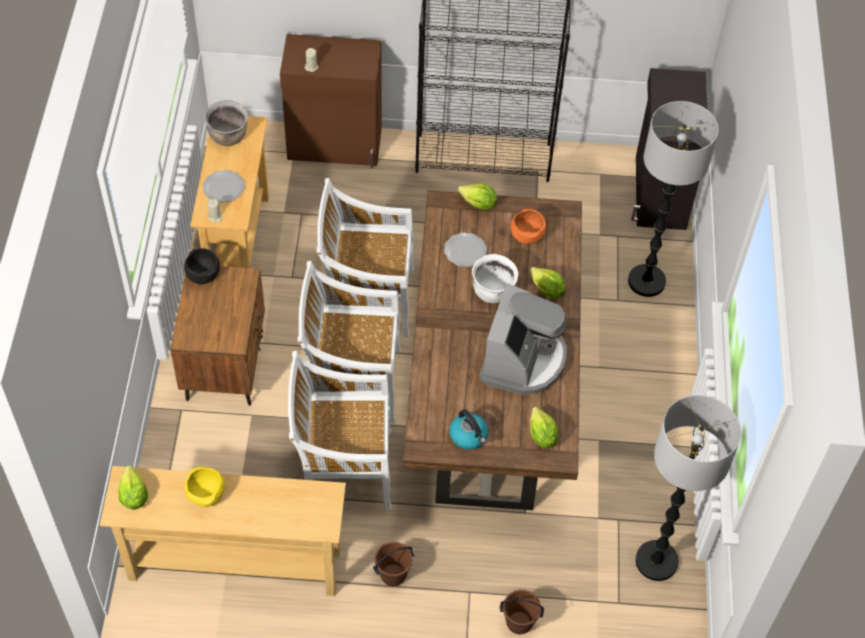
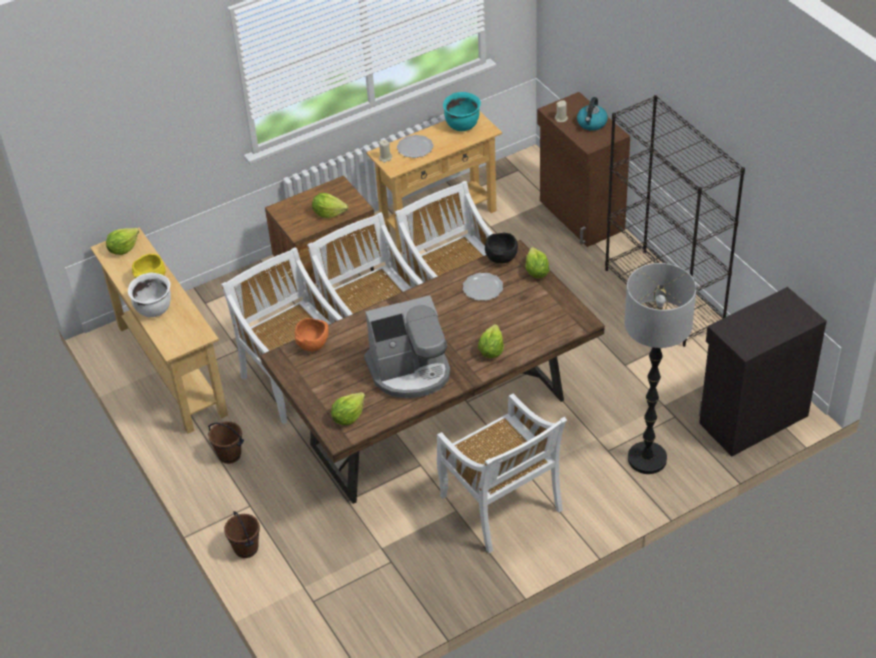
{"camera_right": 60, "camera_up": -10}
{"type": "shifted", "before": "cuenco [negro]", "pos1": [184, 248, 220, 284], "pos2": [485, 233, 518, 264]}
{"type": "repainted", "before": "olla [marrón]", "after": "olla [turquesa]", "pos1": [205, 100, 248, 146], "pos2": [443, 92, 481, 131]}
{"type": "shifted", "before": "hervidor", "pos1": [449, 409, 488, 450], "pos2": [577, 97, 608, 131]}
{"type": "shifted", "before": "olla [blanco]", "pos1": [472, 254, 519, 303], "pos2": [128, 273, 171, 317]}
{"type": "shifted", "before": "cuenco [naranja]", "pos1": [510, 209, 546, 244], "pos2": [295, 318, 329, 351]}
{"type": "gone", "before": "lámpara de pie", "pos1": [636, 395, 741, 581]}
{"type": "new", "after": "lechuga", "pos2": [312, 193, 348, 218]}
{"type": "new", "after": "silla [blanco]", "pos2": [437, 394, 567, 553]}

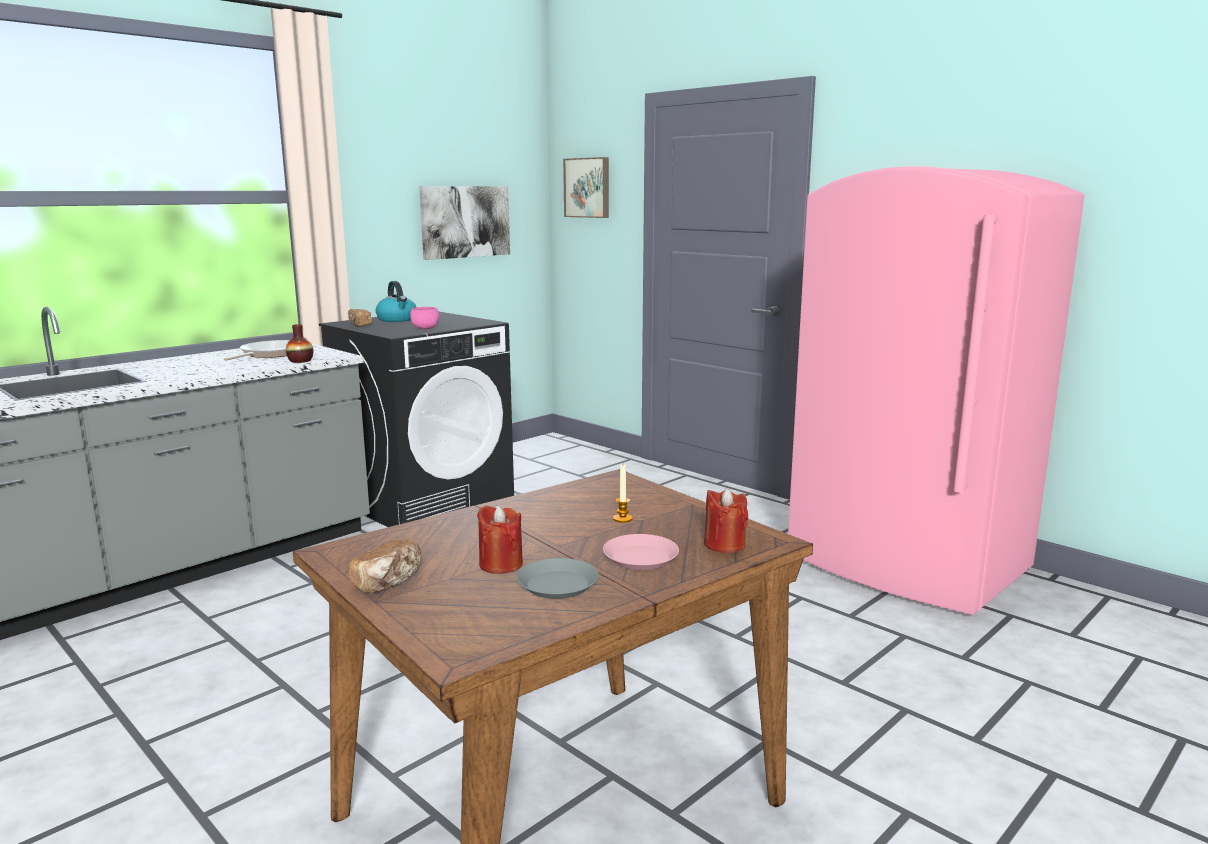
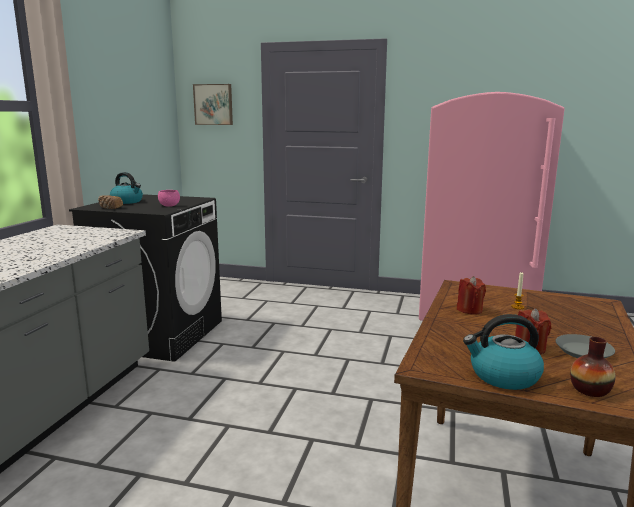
{"camera_right": -30, "camera_up": 0}
{"type": "gone", "before": "sartén", "pos1": [223, 340, 289, 361]}
{"type": "shifted", "before": "florero", "pos1": [286, 324, 313, 363], "pos2": [570, 337, 615, 397]}
{"type": "swapped", "before": "pan", "after": "hervidor", "pos1": [349, 539, 422, 593], "pos2": [463, 314, 544, 390]}
{"type": "gone", "before": "cuadro", "pos1": [419, 186, 510, 260]}
{"type": "gone", "before": "plato [rosa]", "pos1": [603, 534, 679, 570]}
{"type": "shifted", "before": "vela [rojo]", "pos1": [704, 488, 748, 553], "pos2": [457, 276, 486, 315]}

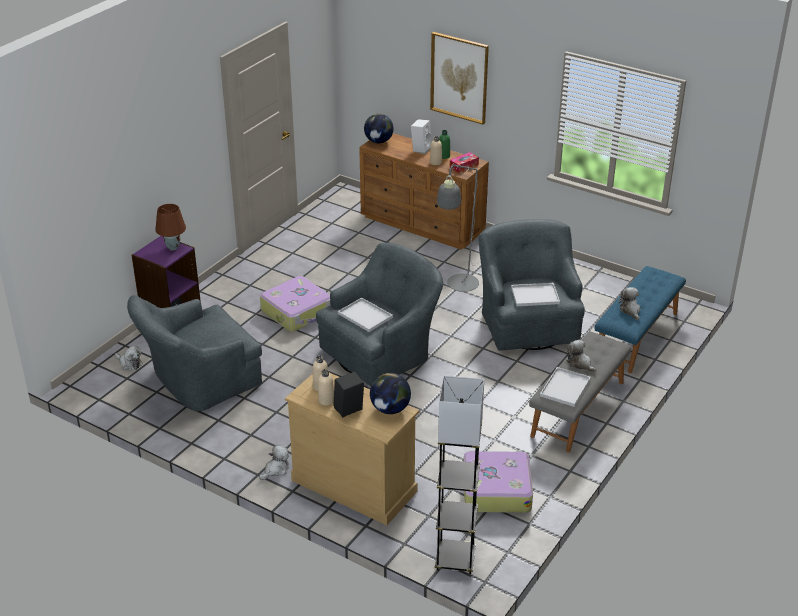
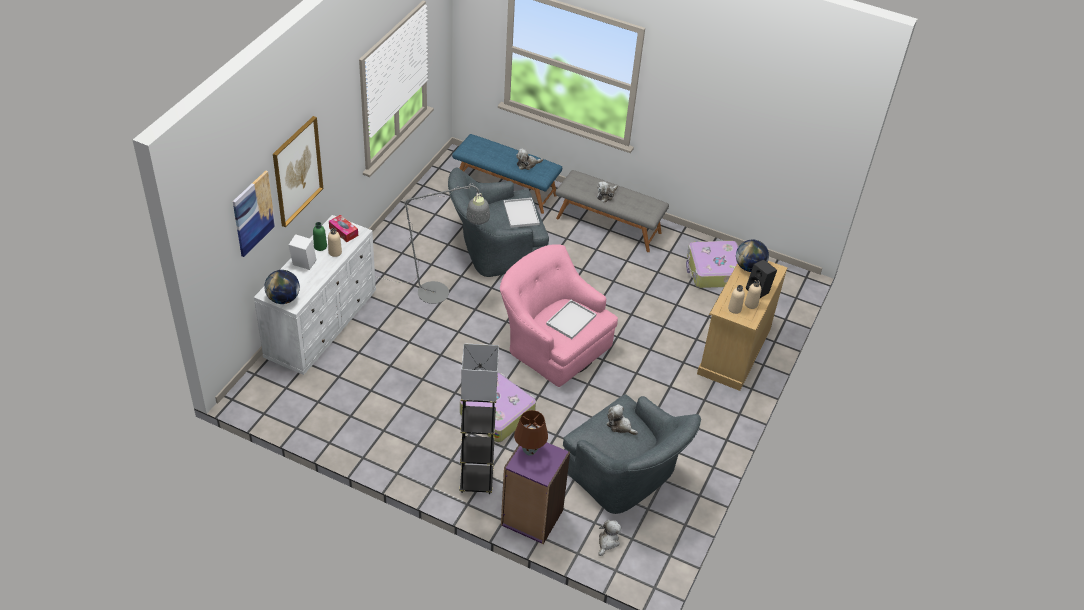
{"camera_right": -100, "camera_up": 10}
{"type": "shifted", "before": "peluche", "pos1": [259, 445, 289, 480], "pos2": [606, 404, 638, 435]}
{"type": "repainted", "before": "sillón [gris]", "after": "sillón [rosa]", "pos1": [316, 243, 444, 386], "pos2": [500, 244, 618, 387]}
{"type": "repainted", "before": "cómoda [marrón]", "after": "cómoda [blanco]", "pos1": [359, 133, 489, 250], "pos2": [254, 215, 376, 375]}
{"type": "shifted", "before": "lámpara de pie [gris]", "pos1": [435, 376, 484, 574], "pos2": [460, 343, 499, 494]}
{"type": "gone", "before": "bandeja [blanco]", "pos1": [540, 367, 591, 407]}
{"type": "new", "after": "cuadro", "pos2": [233, 171, 275, 257]}

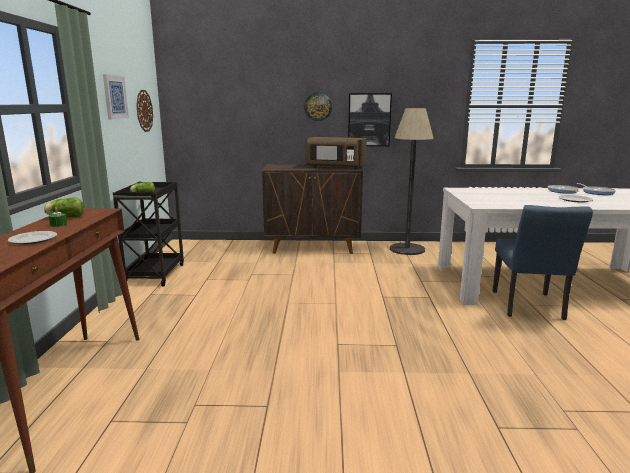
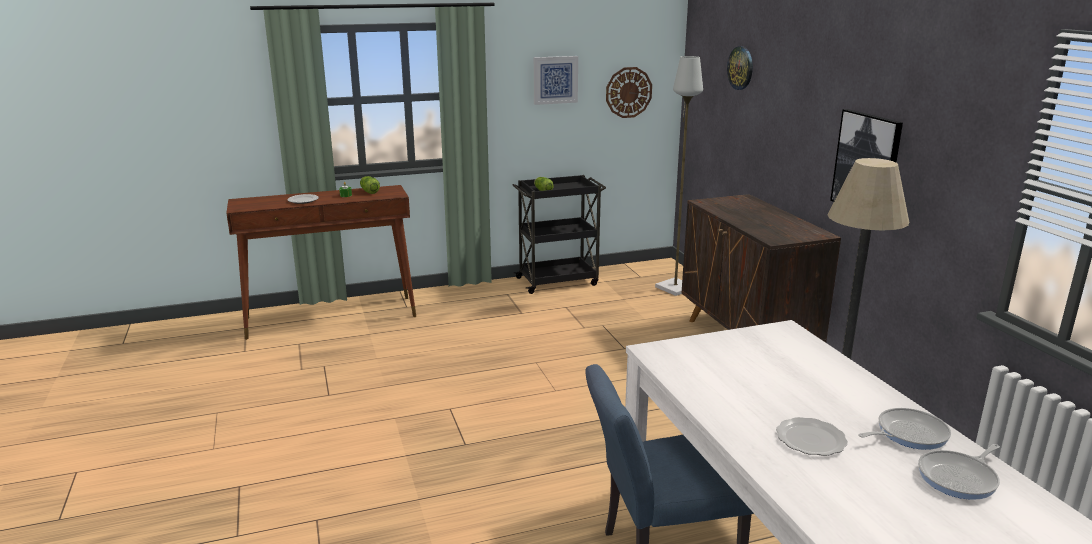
{"camera_right": 70, "camera_up": 5}
{"type": "shifted", "before": "reloj de pared", "pos1": [304, 92, 332, 121], "pos2": [727, 46, 753, 90]}
{"type": "gone", "before": "microondas [marrón]", "pos1": [305, 137, 367, 169]}
{"type": "new", "after": "lámpara de pie [gris]", "pos2": [655, 56, 703, 296]}

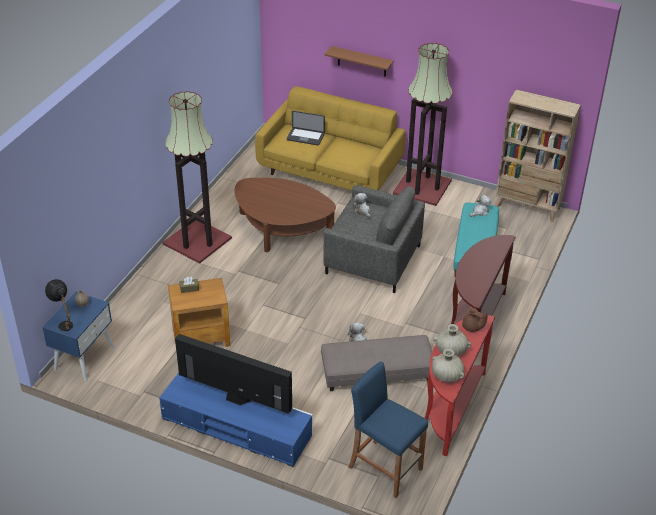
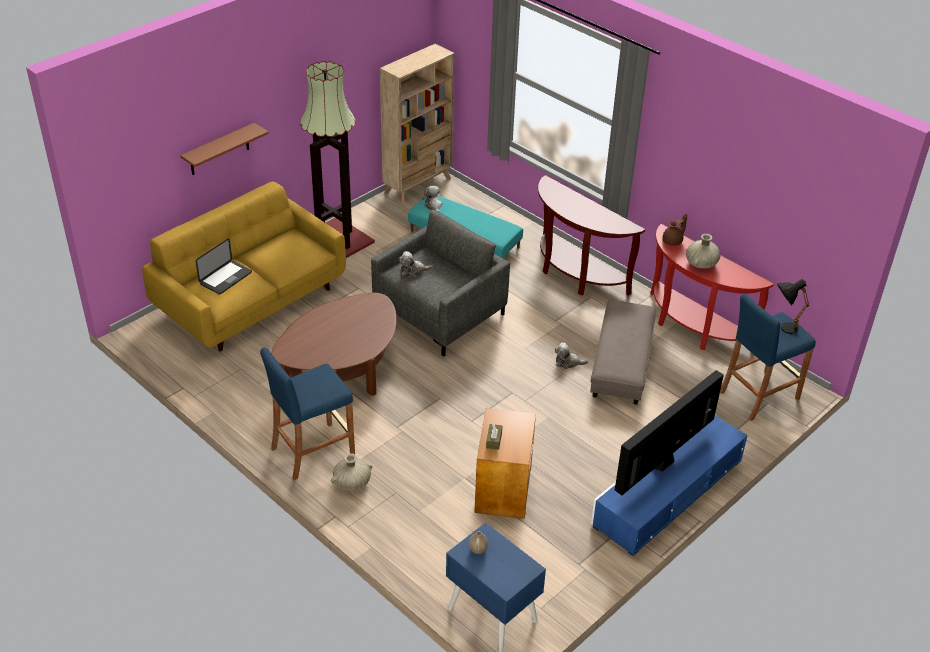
{"camera_right": -70, "camera_up": 0}
{"type": "shifted", "before": "lámpara de mesa [negro]", "pos1": [45, 279, 73, 331], "pos2": [777, 279, 809, 334]}
{"type": "swapped", "before": "lámpara de pie", "after": "taburete [azul]", "pos1": [163, 91, 232, 264], "pos2": [260, 347, 355, 480]}
{"type": "shifted", "before": "florero [beis]", "pos1": [432, 348, 465, 382], "pos2": [331, 453, 372, 491]}

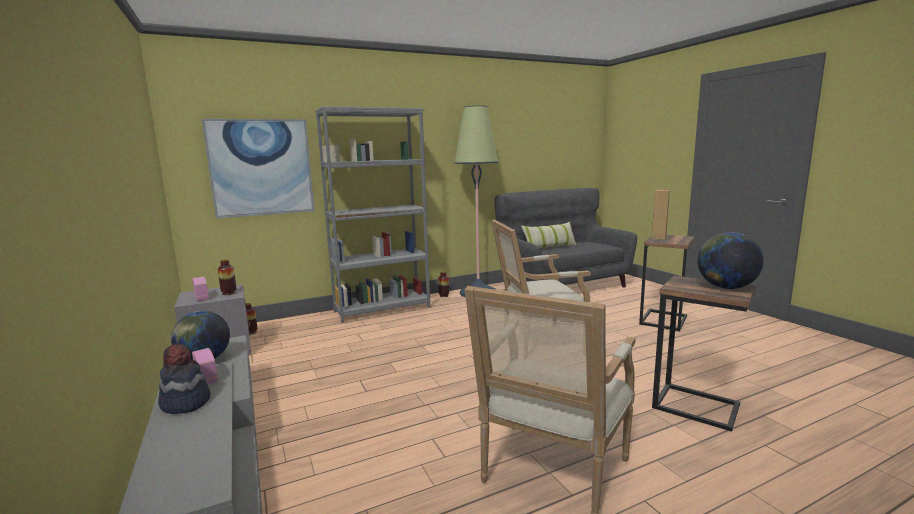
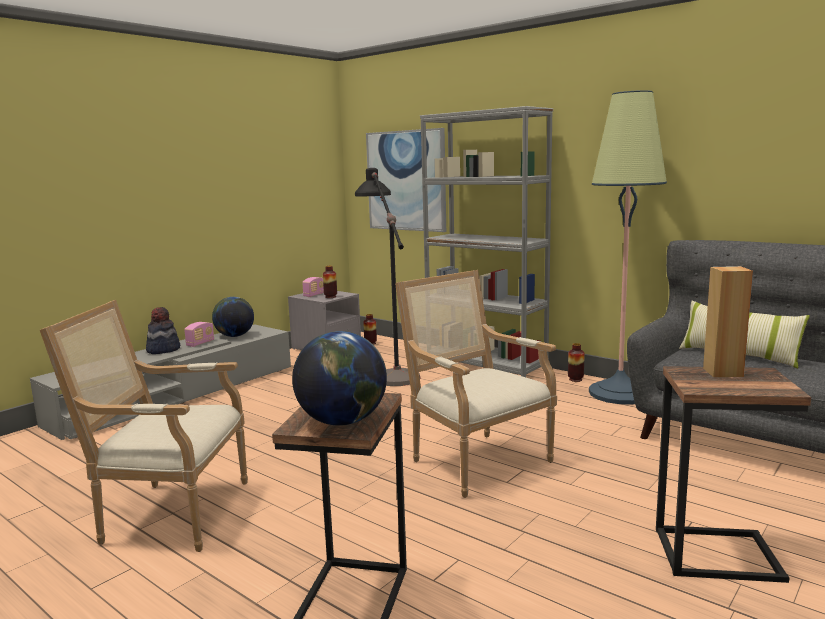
{"camera_right": 65, "camera_up": 0}
{"type": "new", "after": "lámpara de pie [negro]", "pos2": [355, 168, 420, 386]}

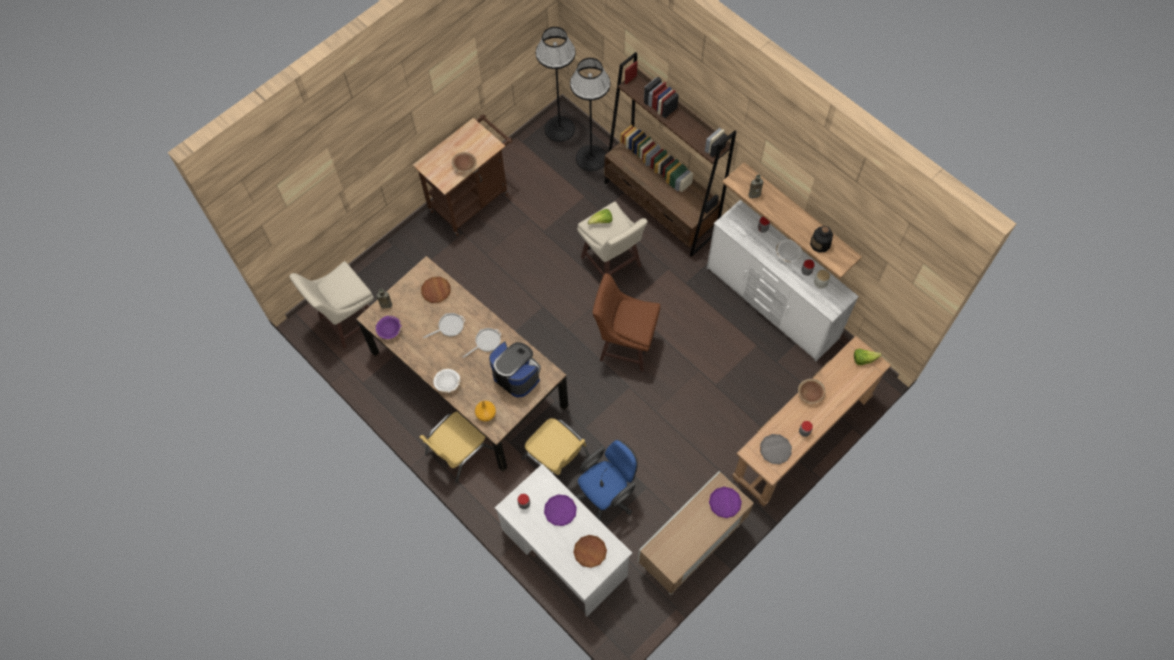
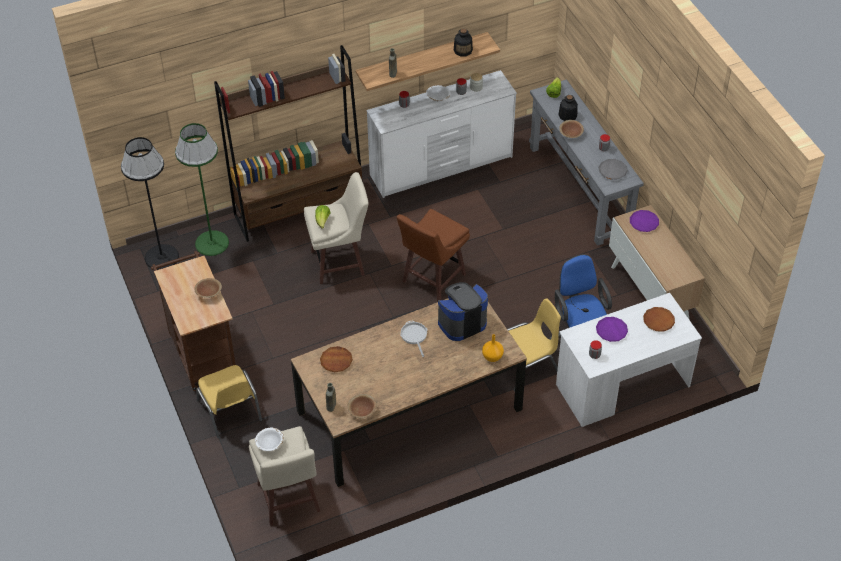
{"camera_right": -70, "camera_up": -15}
{"type": "repainted", "before": "cuenco [morado]", "after": "cuenco [marrón]", "pos1": [376, 316, 402, 339], "pos2": [348, 394, 376, 418]}
{"type": "shifted", "before": "silla [amarillo]", "pos1": [420, 411, 494, 483], "pos2": [196, 365, 262, 438]}
{"type": "gone", "before": "sartén", "pos1": [423, 313, 465, 338]}
{"type": "shifted", "before": "cuenco [blanco]", "pos1": [433, 369, 461, 393], "pos2": [255, 428, 284, 451]}
{"type": "repainted", "before": "lámpara de pie [negro]", "after": "lámpara de pie [verde]", "pos1": [570, 58, 610, 171], "pos2": [175, 123, 229, 256]}
{"type": "repainted", "before": "mesa consola [marrón]", "after": "mesa consola [gris]", "pos1": [732, 336, 891, 506], "pos2": [529, 79, 644, 246]}
{"type": "new", "after": "botella", "pos2": [558, 95, 578, 121]}

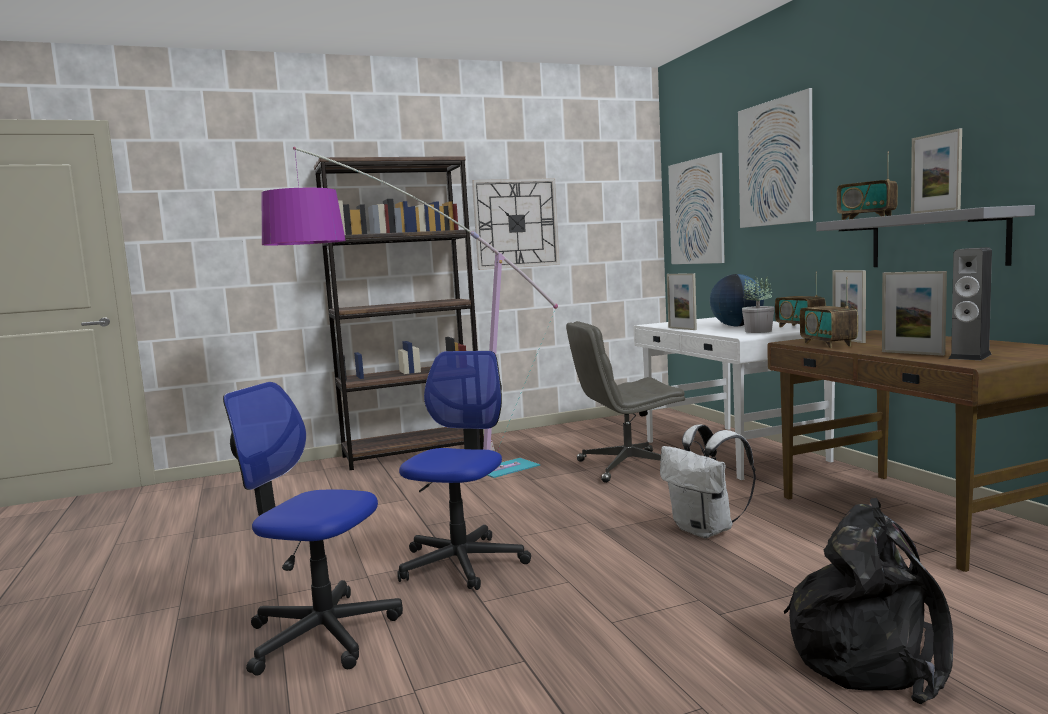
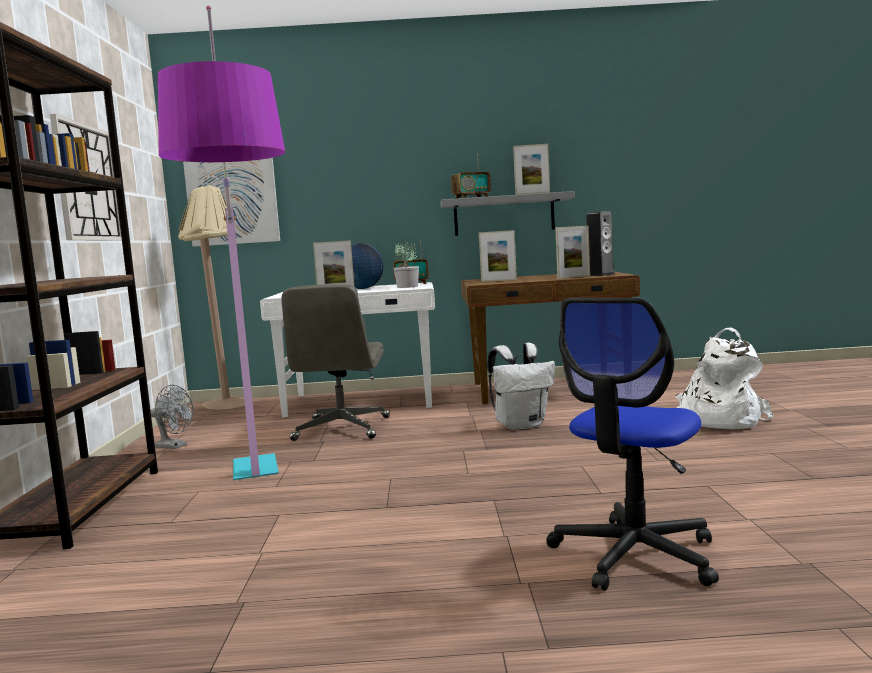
{"camera_right": -70, "camera_up": 0}
{"type": "gone", "before": "silla de oficina", "pos1": [397, 351, 531, 590]}
{"type": "gone", "before": "cuadro", "pos1": [738, 88, 813, 228]}
{"type": "repainted", "before": "mochila [negro]", "after": "mochila [blanco]", "pos1": [784, 498, 953, 704], "pos2": [675, 327, 773, 429]}
{"type": "gone", "before": "radio", "pos1": [800, 277, 858, 348]}
{"type": "new", "after": "ventilador [gris]", "pos2": [151, 385, 193, 449]}
{"type": "new", "after": "lámpara de pie [beis]", "pos2": [178, 185, 245, 410]}

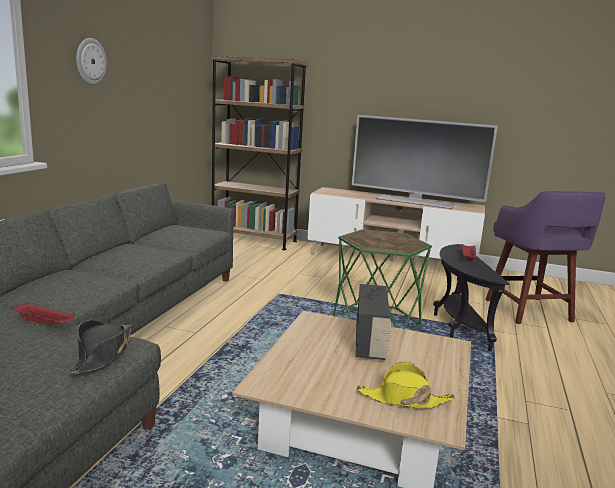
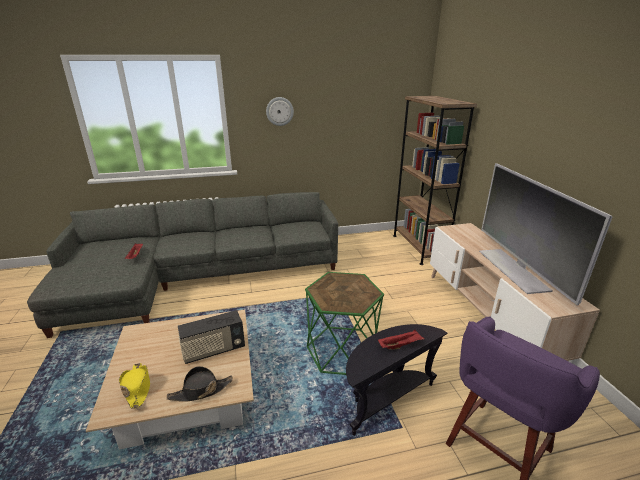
{"camera_right": 60, "camera_up": 10}
{"type": "shifted", "before": "sombrero [negro]", "pos1": [67, 320, 132, 375], "pos2": [167, 366, 233, 402]}

